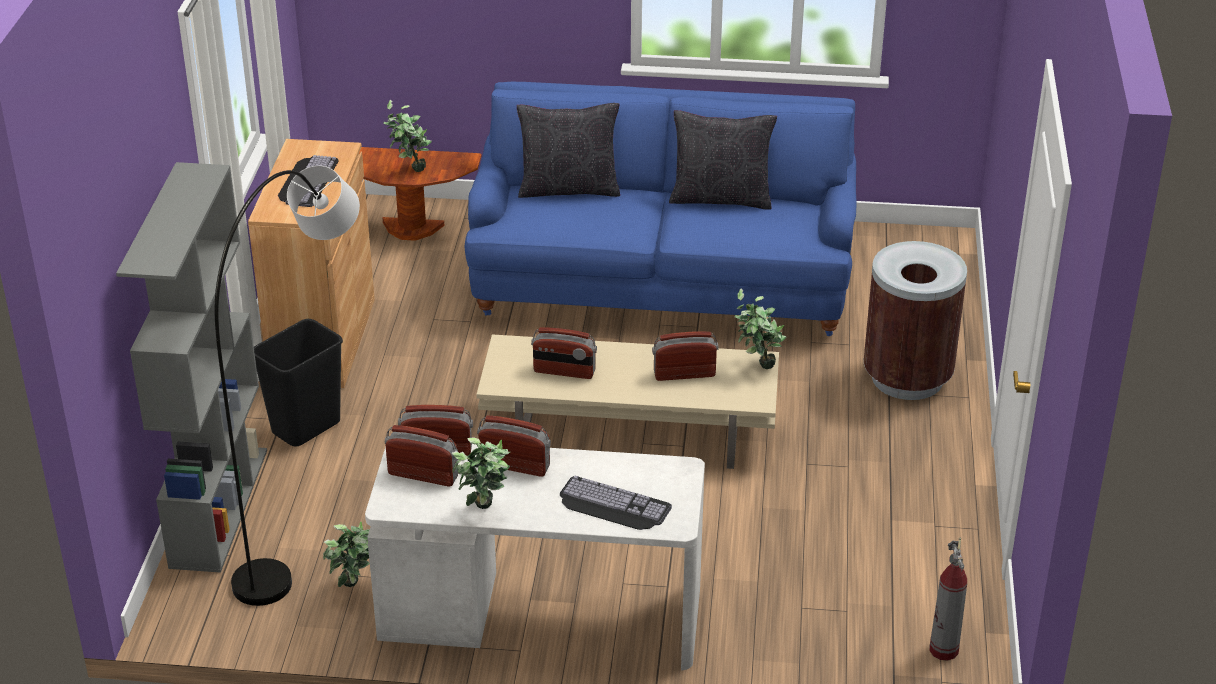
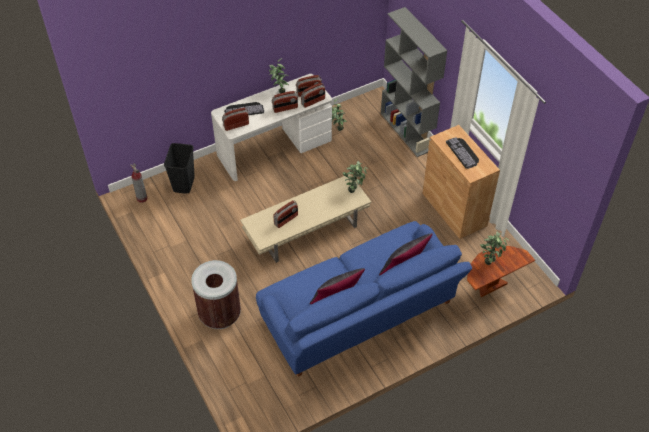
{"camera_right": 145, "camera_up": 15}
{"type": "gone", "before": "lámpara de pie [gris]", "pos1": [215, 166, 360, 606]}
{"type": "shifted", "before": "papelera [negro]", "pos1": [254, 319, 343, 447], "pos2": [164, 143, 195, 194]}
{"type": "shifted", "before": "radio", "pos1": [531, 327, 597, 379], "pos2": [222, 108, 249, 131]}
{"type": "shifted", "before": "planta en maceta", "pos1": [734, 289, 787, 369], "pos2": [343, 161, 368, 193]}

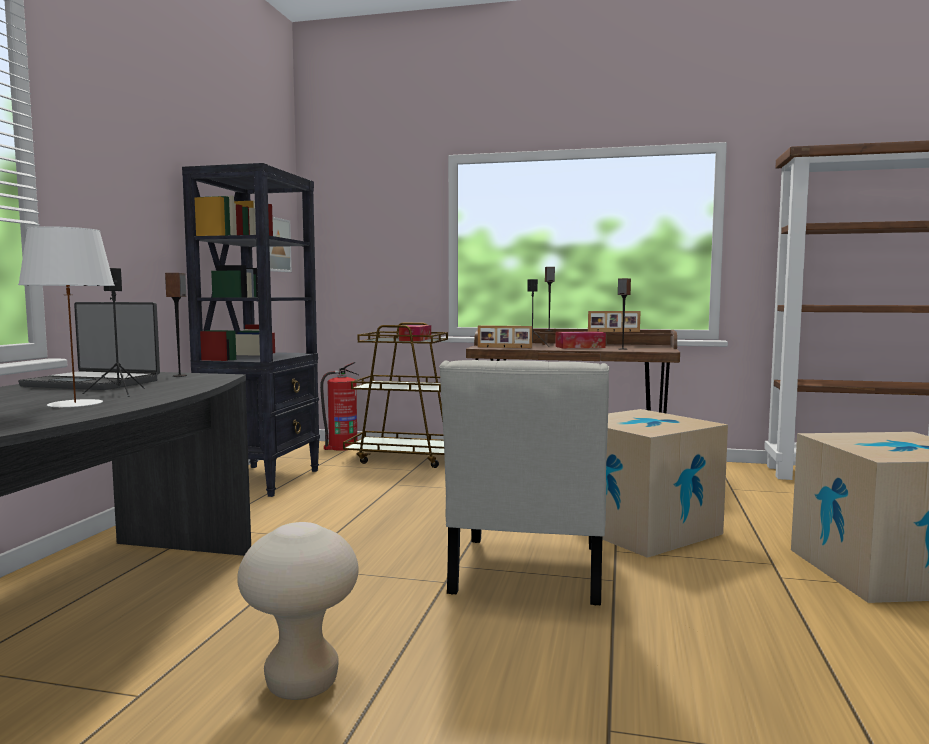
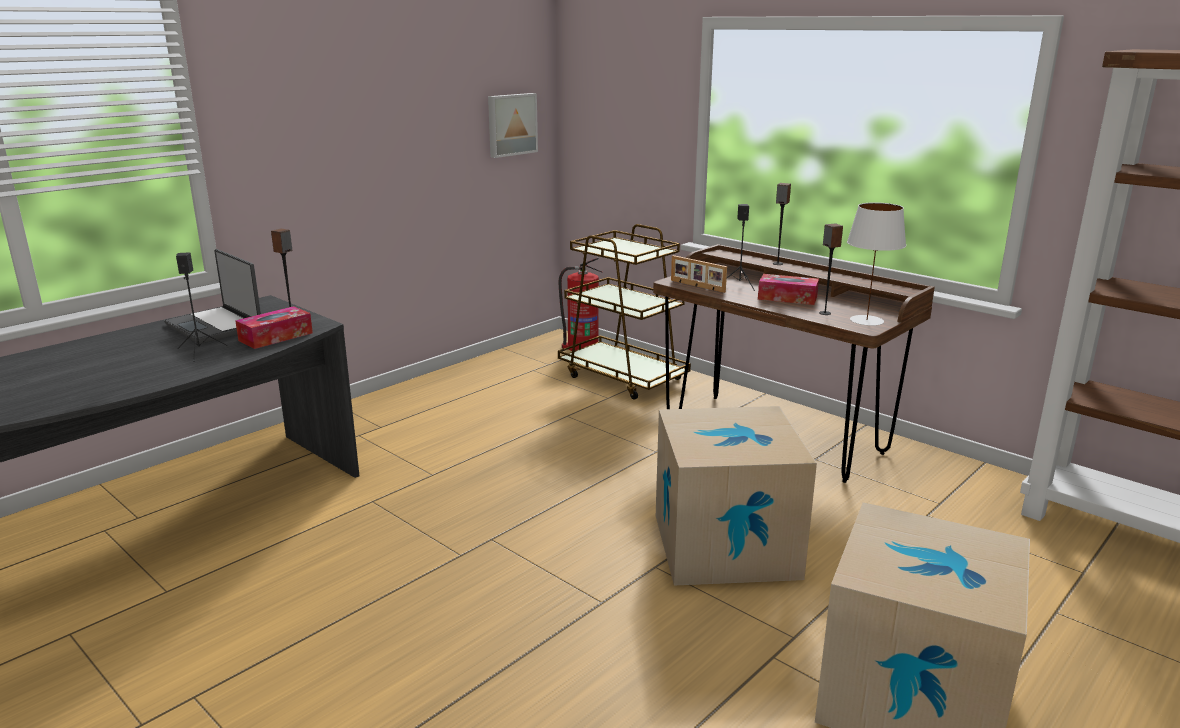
{"camera_right": 30, "camera_up": 15}
{"type": "shifted", "before": "lámpara de mesa [blanco]", "pos1": [18, 226, 115, 408], "pos2": [847, 202, 906, 326]}
{"type": "gone", "before": "estantería [negro]", "pos1": [182, 163, 320, 497]}
{"type": "gone", "before": "taburete [beis]", "pos1": [237, 522, 359, 700]}
{"type": "shifted", "before": "caja de pañuelos", "pos1": [399, 325, 431, 341], "pos2": [235, 306, 313, 349]}
{"type": "gone", "before": "silla [blanco]", "pos1": [439, 360, 609, 605]}
{"type": "gone", "before": "portarretratos", "pos1": [588, 311, 640, 332]}

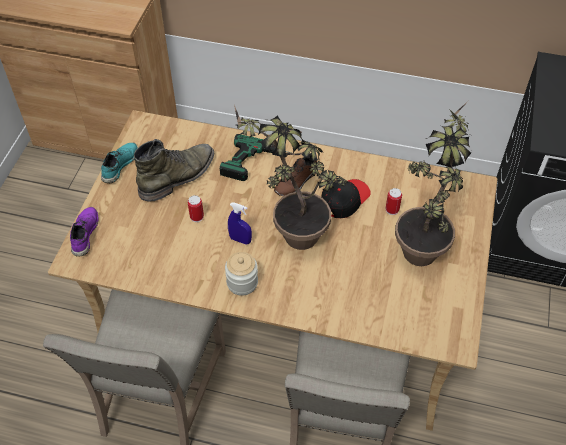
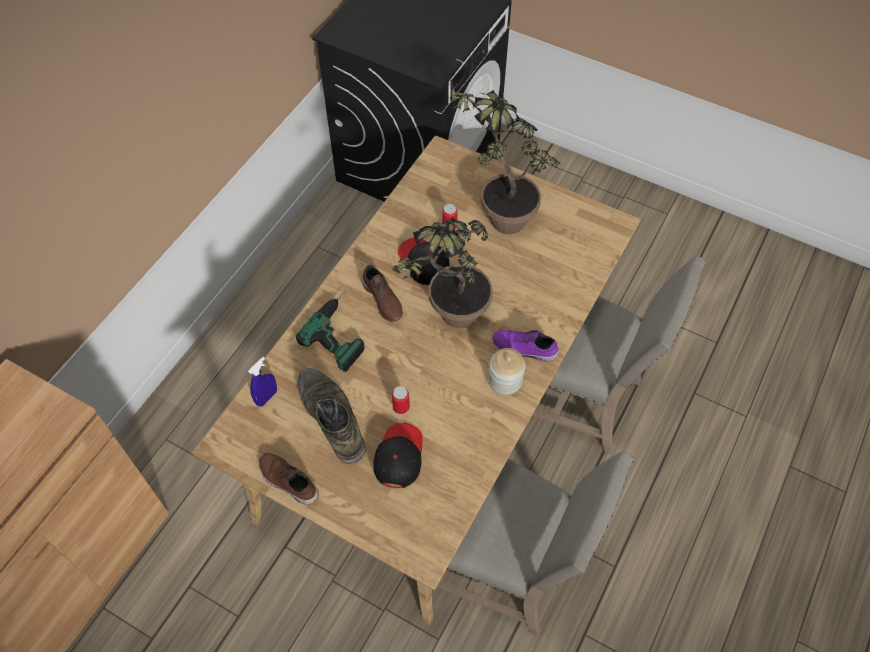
{"camera_right": -75, "camera_up": 5}
{"type": "shifted", "before": "zapato [morado]", "pos1": [70, 207, 99, 257], "pos2": [492, 330, 559, 362]}
{"type": "repainted", "before": "zapato [turquesa]", "after": "zapato [marrón]", "pos1": [101, 143, 138, 183], "pos2": [259, 453, 319, 505]}
{"type": "shifted", "before": "pulverizador [azul]", "pos1": [228, 202, 252, 245], "pos2": [248, 357, 277, 406]}
{"type": "new", "after": "gorra [negro]", "pos2": [373, 423, 423, 488]}

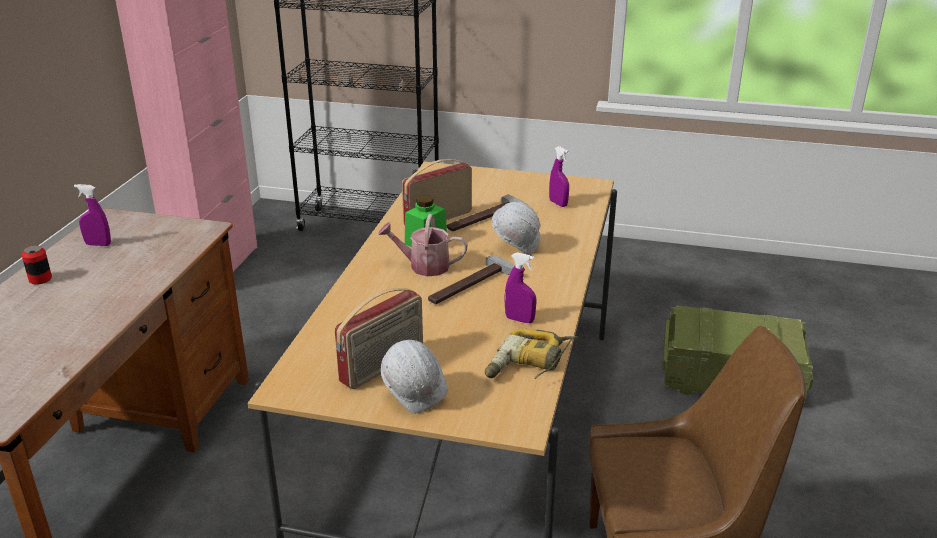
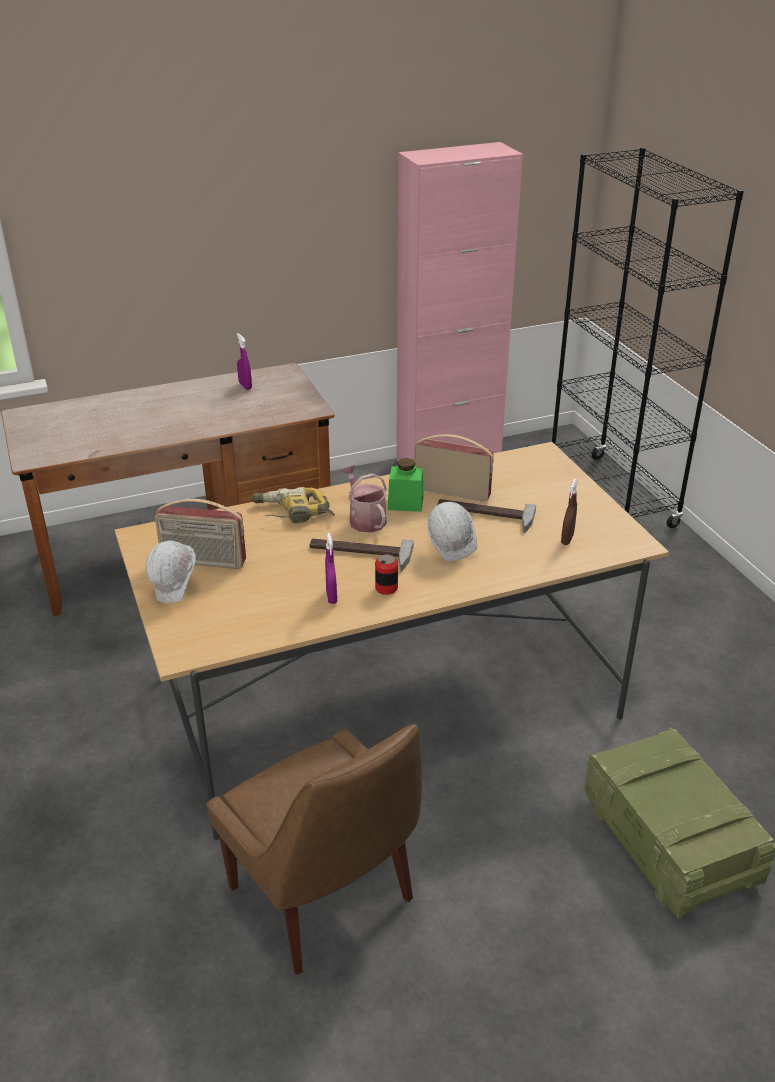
{"camera_right": 55, "camera_up": 5}
{"type": "shifted", "before": "lata", "pos1": [22, 245, 52, 285], "pos2": [375, 554, 398, 595]}
{"type": "shifted", "before": "taladro", "pos1": [485, 328, 578, 379], "pos2": [250, 487, 335, 524]}
{"type": "repainted", "before": "pulverizador [morado]", "after": "pulverizador [marrón]", "pos1": [549, 146, 569, 207], "pos2": [561, 479, 578, 545]}

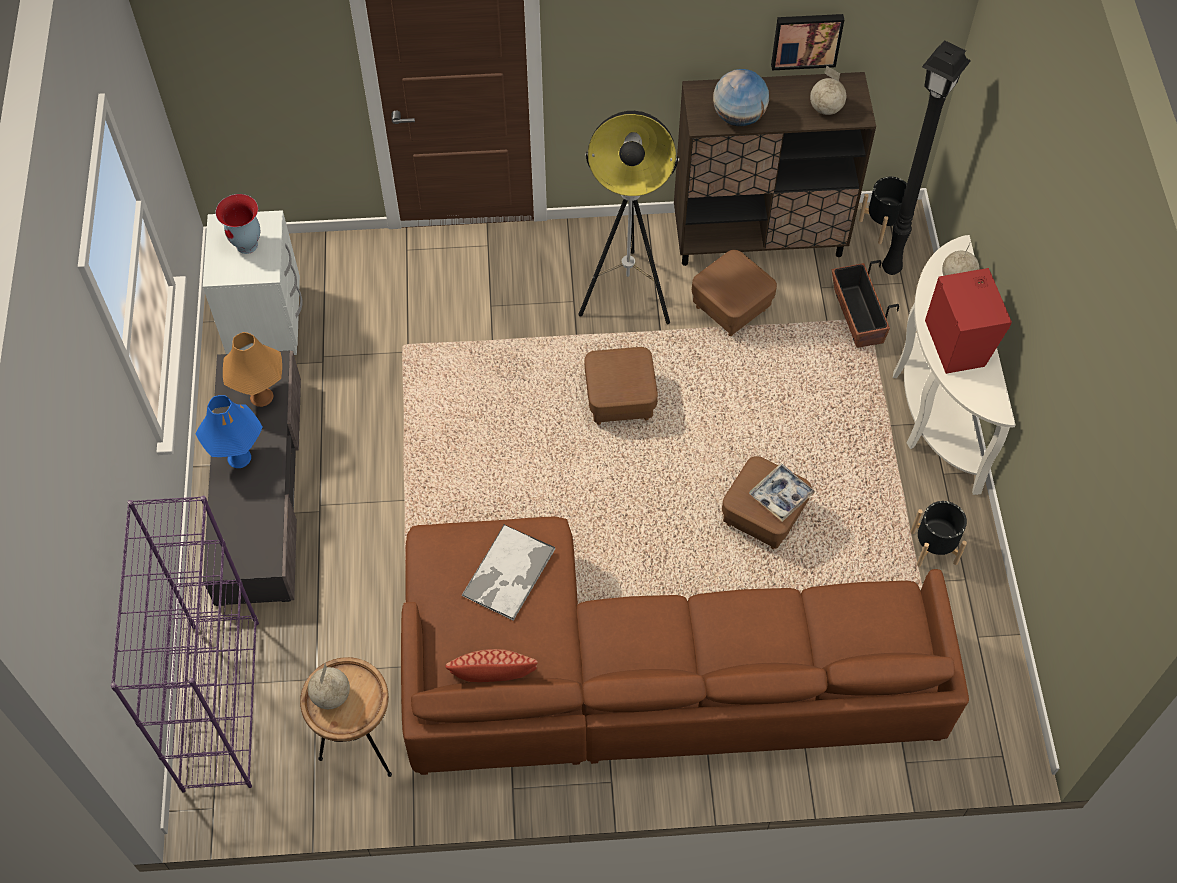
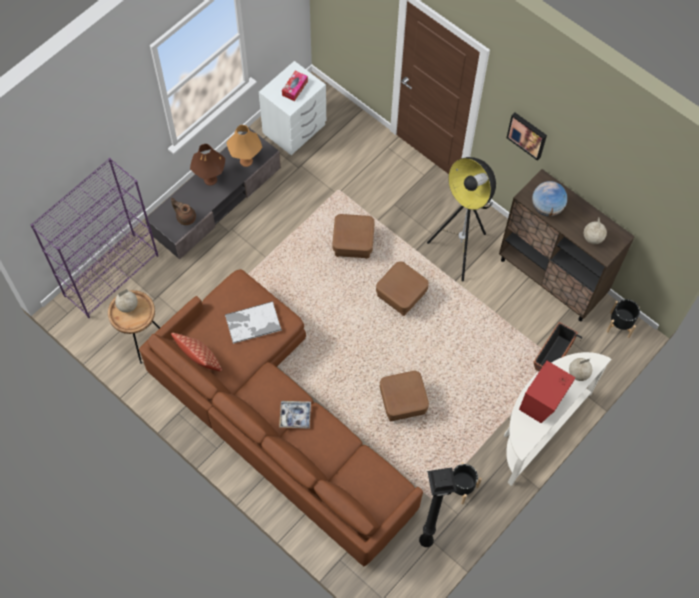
{"camera_right": 45, "camera_up": 5}
{"type": "repainted", "before": "lámpara de mesa [azul]", "after": "lámpara de mesa [marrón]", "pos1": [196, 395, 263, 468], "pos2": [190, 144, 225, 185]}
{"type": "swapped", "before": "florero", "after": "caja de pañuelos", "pos1": [216, 194, 260, 254], "pos2": [282, 71, 308, 101]}
{"type": "shifted", "before": "puf [marrón]", "pos1": [692, 250, 777, 336], "pos2": [333, 214, 375, 259]}
{"type": "shifted", "before": "bandeja", "pos1": [749, 463, 815, 522], "pos2": [279, 401, 311, 429]}
{"type": "shifted", "before": "cuadro", "pos1": [771, 14, 844, 70], "pos2": [506, 112, 547, 161]}
{"type": "shifted", "before": "lámpara de pie [negro]", "pos1": [882, 40, 971, 275], "pos2": [419, 468, 457, 547]}
{"type": "new", "after": "tetera [marrón]", "pos2": [171, 198, 196, 225]}

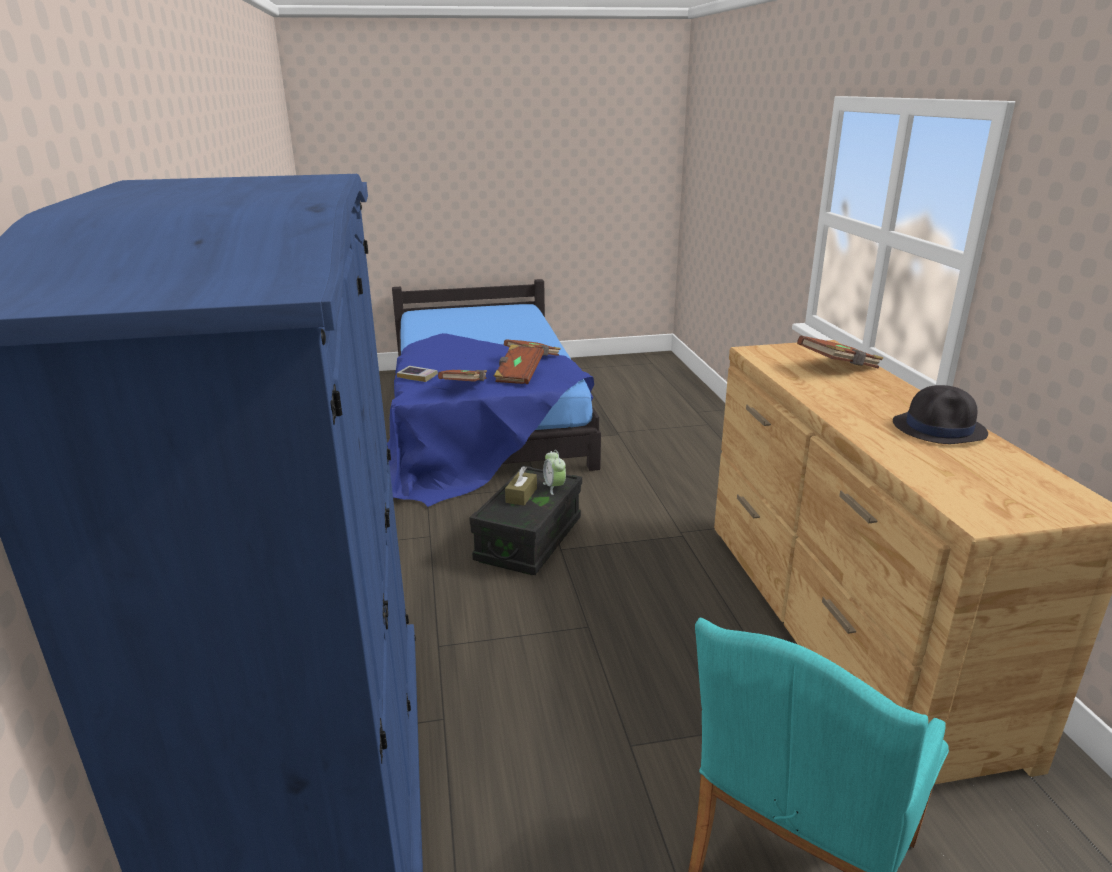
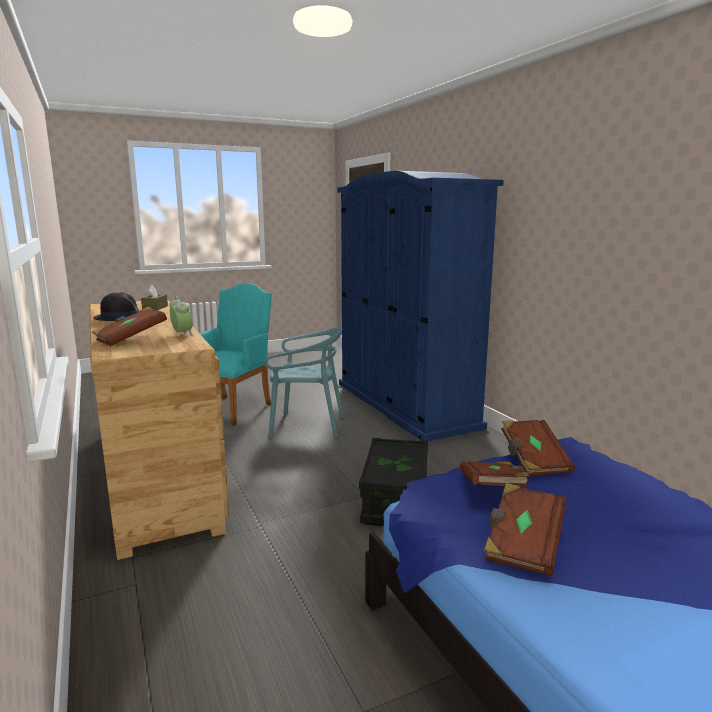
{"camera_right": 165, "camera_up": -10}
{"type": "gone", "before": "libro", "pos1": [397, 366, 438, 382]}
{"type": "shifted", "before": "caja de pañuelos [marrón]", "pos1": [505, 467, 537, 506], "pos2": [141, 285, 168, 311]}
{"type": "shifted", "before": "despertador", "pos1": [543, 450, 566, 495], "pos2": [169, 296, 194, 336]}
{"type": "new", "after": "silla [turquesa]", "pos2": [264, 327, 344, 438]}

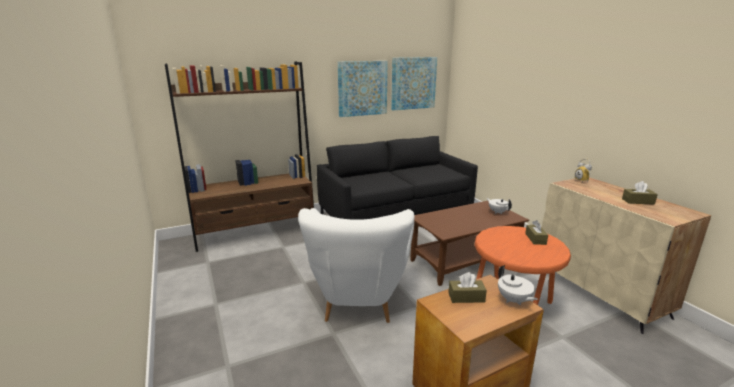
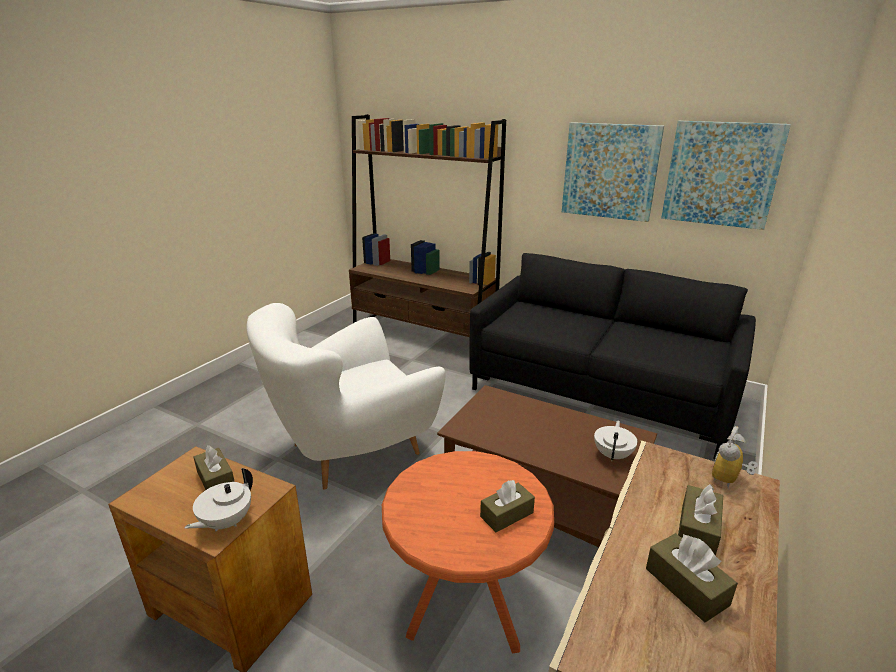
{"camera_right": 55, "camera_up": 5}
{"type": "new", "after": "caja de pañuelos [marrón]", "pos2": [678, 484, 723, 556]}

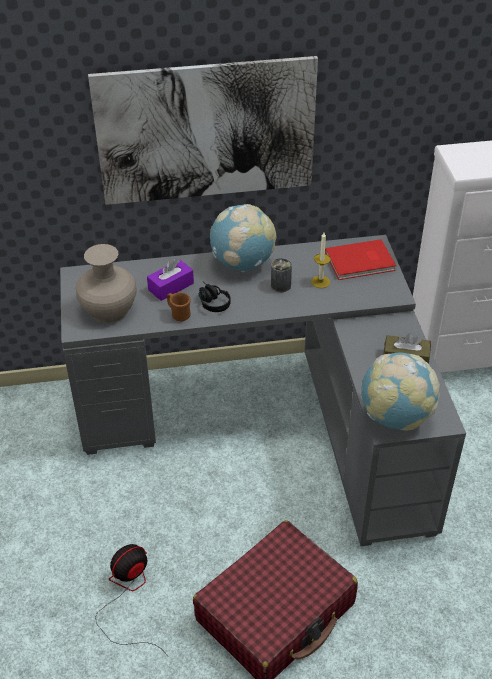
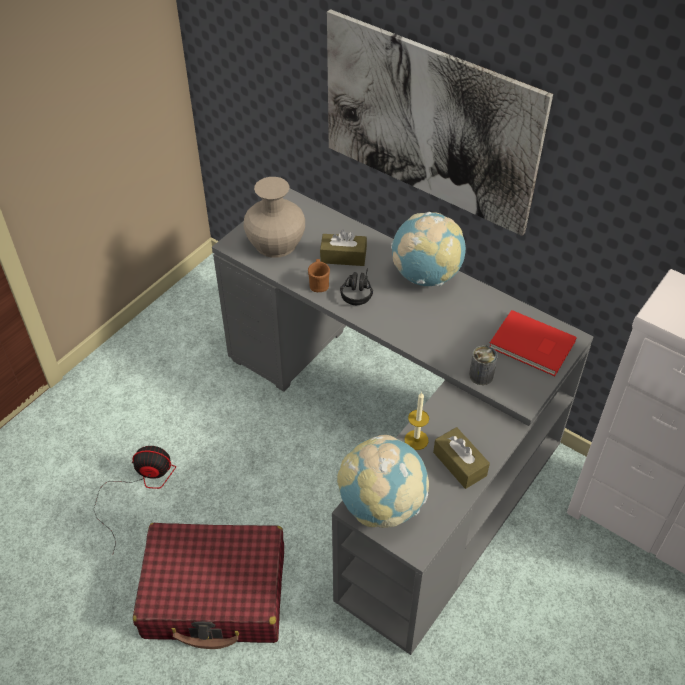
{"camera_right": 45, "camera_up": 5}
{"type": "repainted", "before": "caja de pañuelos [morado]", "after": "caja de pañuelos [marrón]", "pos1": [147, 259, 194, 301], "pos2": [320, 230, 367, 266]}
{"type": "shifted", "before": "lata", "pos1": [271, 258, 292, 292], "pos2": [469, 345, 498, 385]}
{"type": "shifted", "before": "vela", "pos1": [311, 233, 331, 288], "pos2": [404, 392, 429, 450]}

